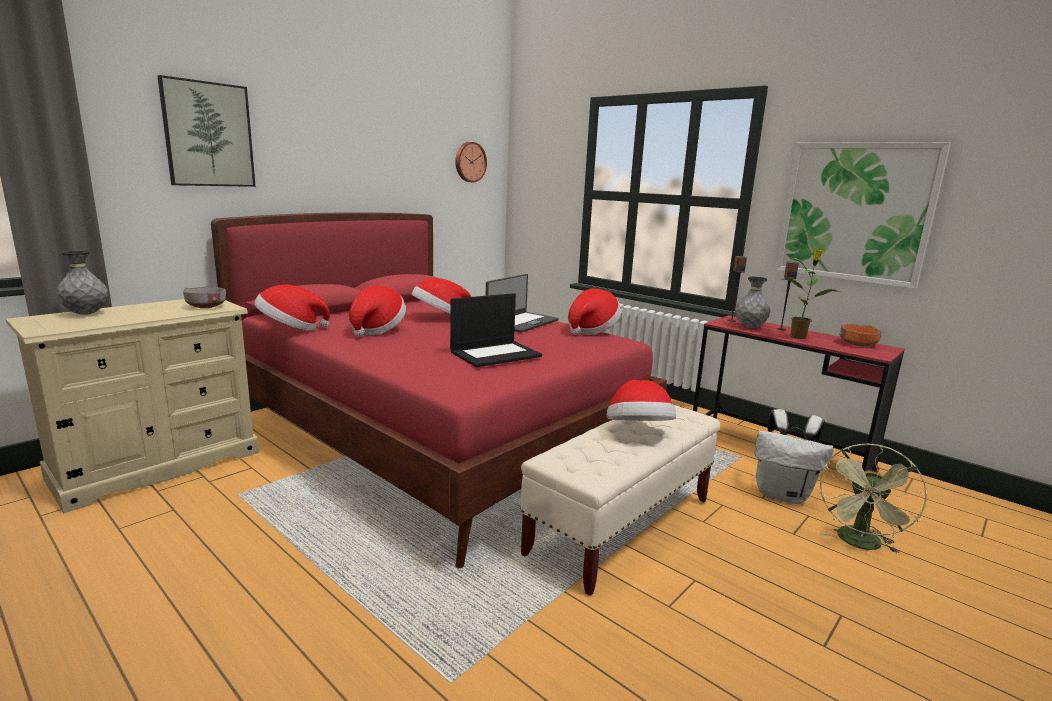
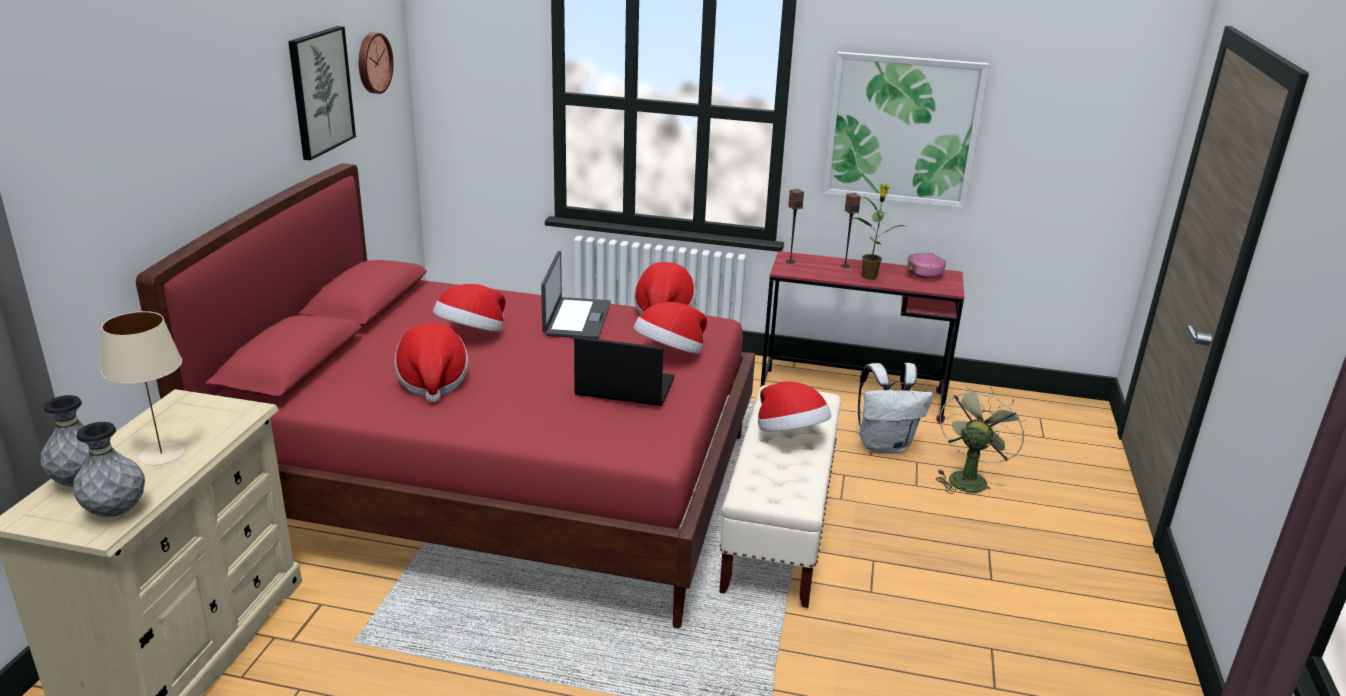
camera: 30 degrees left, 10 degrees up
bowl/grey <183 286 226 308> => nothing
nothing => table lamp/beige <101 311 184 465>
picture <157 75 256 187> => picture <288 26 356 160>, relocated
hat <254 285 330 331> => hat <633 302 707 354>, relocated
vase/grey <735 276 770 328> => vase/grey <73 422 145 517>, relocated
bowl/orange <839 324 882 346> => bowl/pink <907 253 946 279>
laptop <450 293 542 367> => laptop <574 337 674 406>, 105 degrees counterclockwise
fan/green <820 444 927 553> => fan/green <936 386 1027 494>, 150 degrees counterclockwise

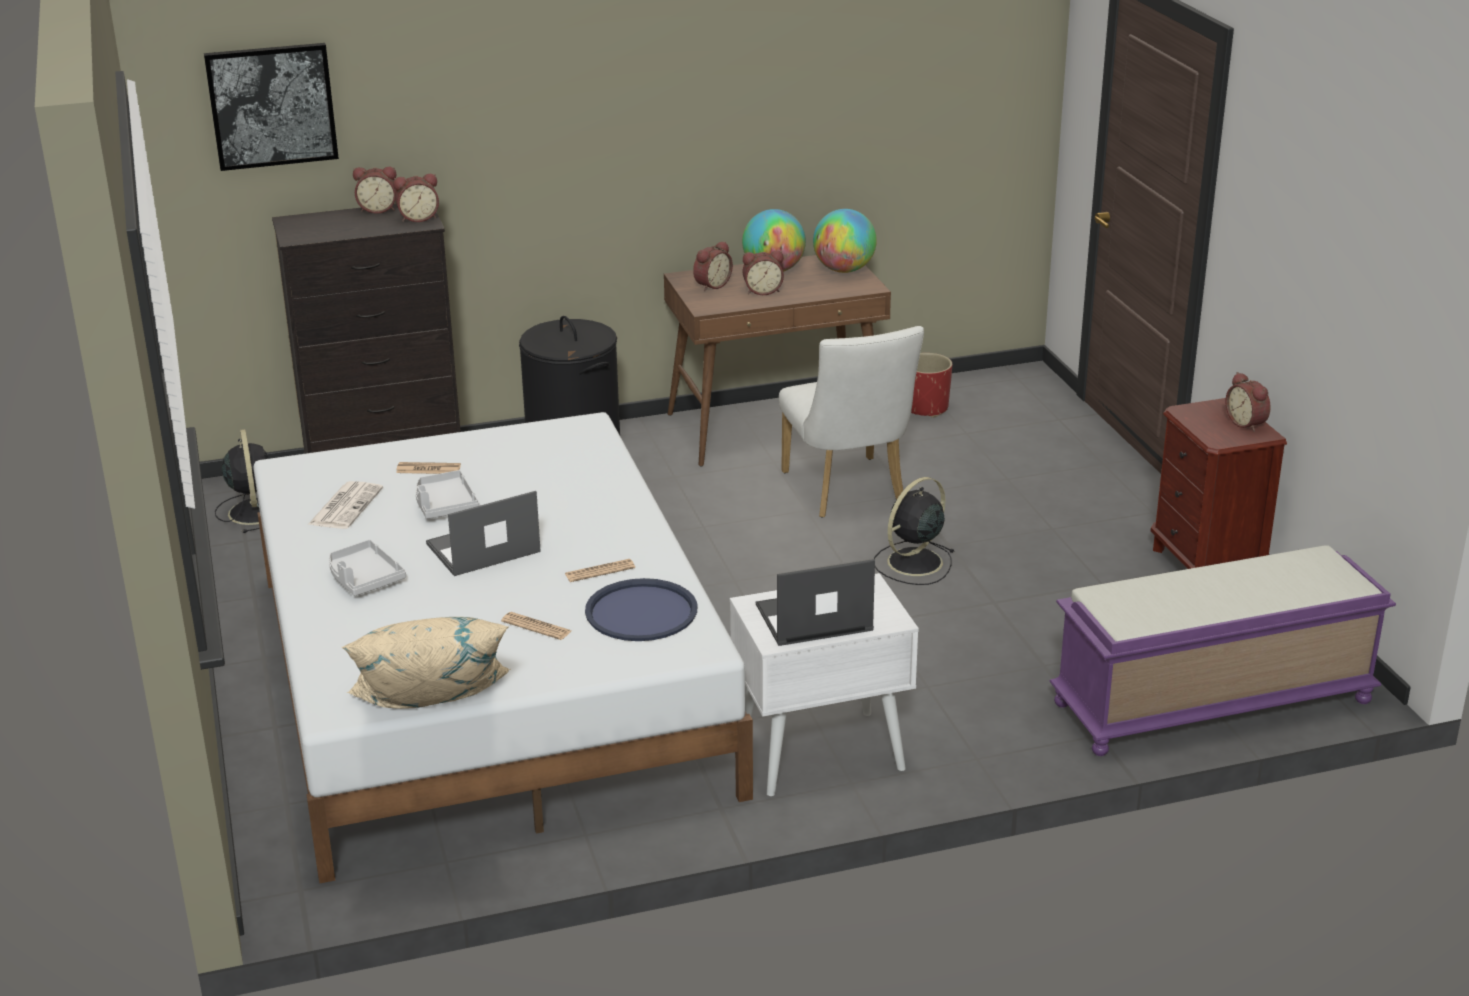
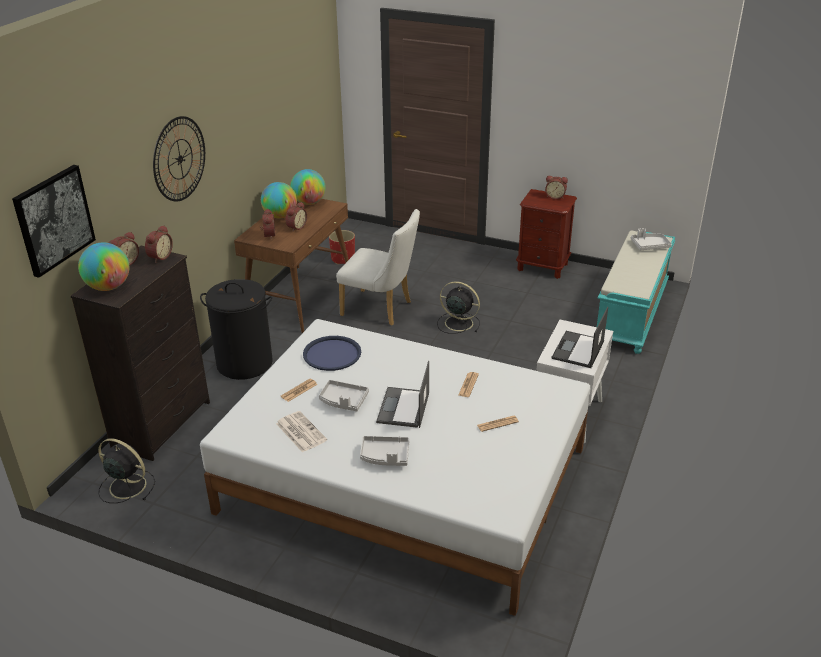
camera: 50 degrees left, 5 degrees up
pillow/beige <342 617 511 709> => nothing
nothing => globe <78 242 129 291>
nothing => wall clock <153 116 205 202>
nothing => tray/grey <631 228 672 250>
tray/blue <585 578 698 641> => tray/blue <303 336 361 371>, relocated
bench/purple <1050 545 1396 756> => bench/turquoise <597 231 675 354>
fan/black <874 477 954 585> => fan/black <437 281 480 334>, 120 degrees clockwise

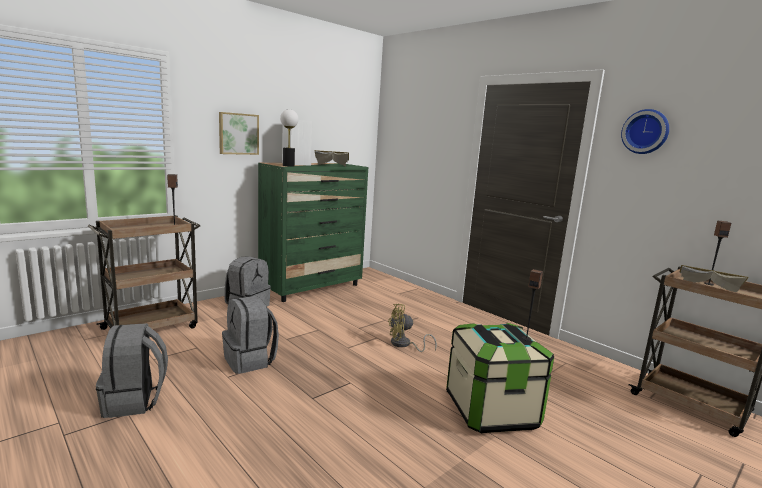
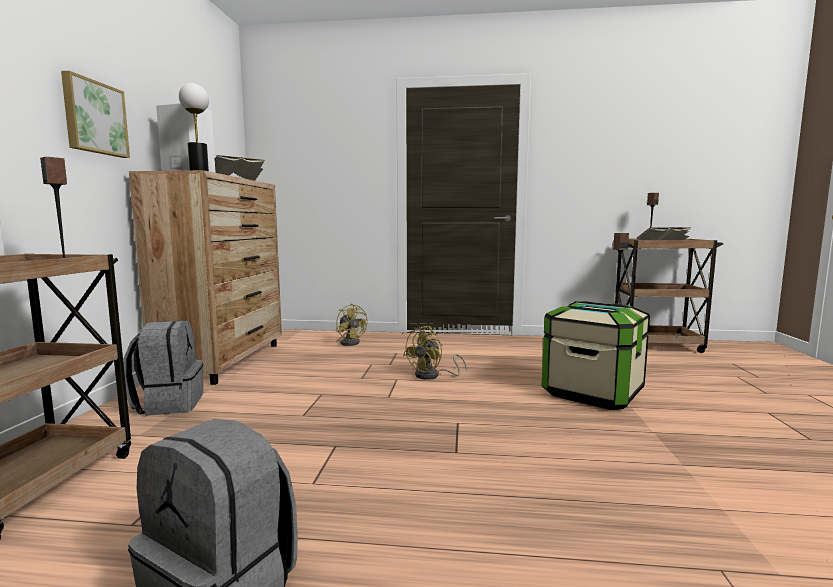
camera: 40 degrees left, 5 degrees down
backpack/grey <222 296 279 374> => nothing
wall clock <621 109 669 154> => nothing
nothing => fan/yellow <336 304 367 346>
dresser/green <258 163 368 302> => dresser/brown <129 170 282 385>

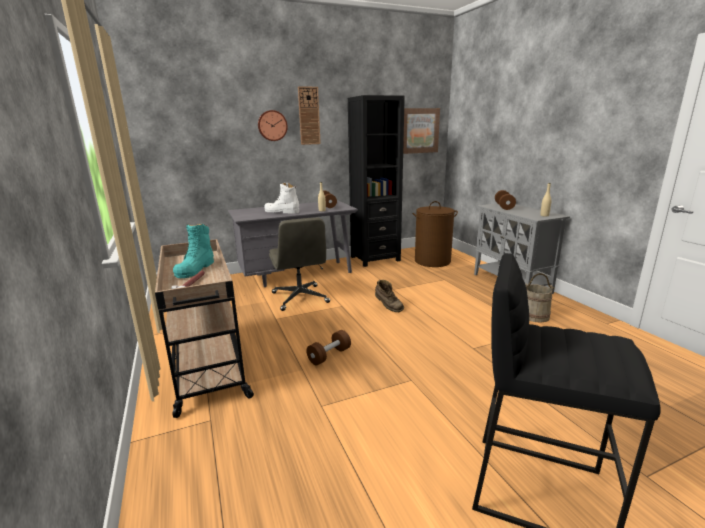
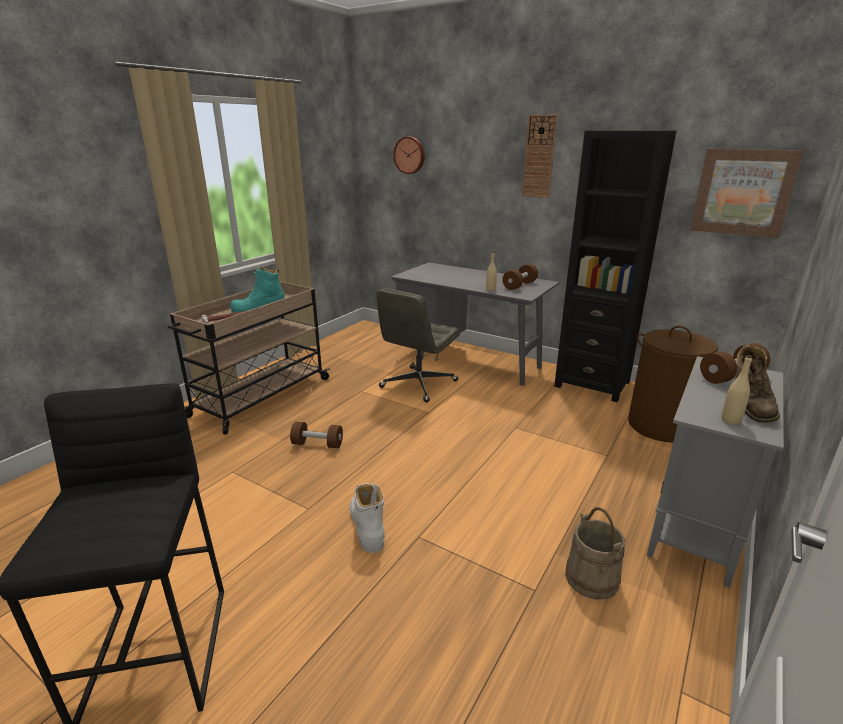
camera: 55 degrees right, 5 degrees up
wall clock <258 110 288 141> => wall clock <393 137 425 174>, relocated
boot/white <264 183 299 214> => boot/white <350 483 385 553>, relocated
boot/brown <375 280 404 312> => boot/brown <735 344 780 423>, relocated

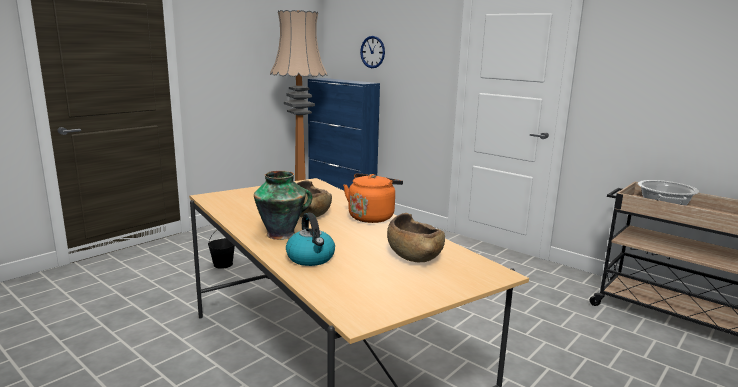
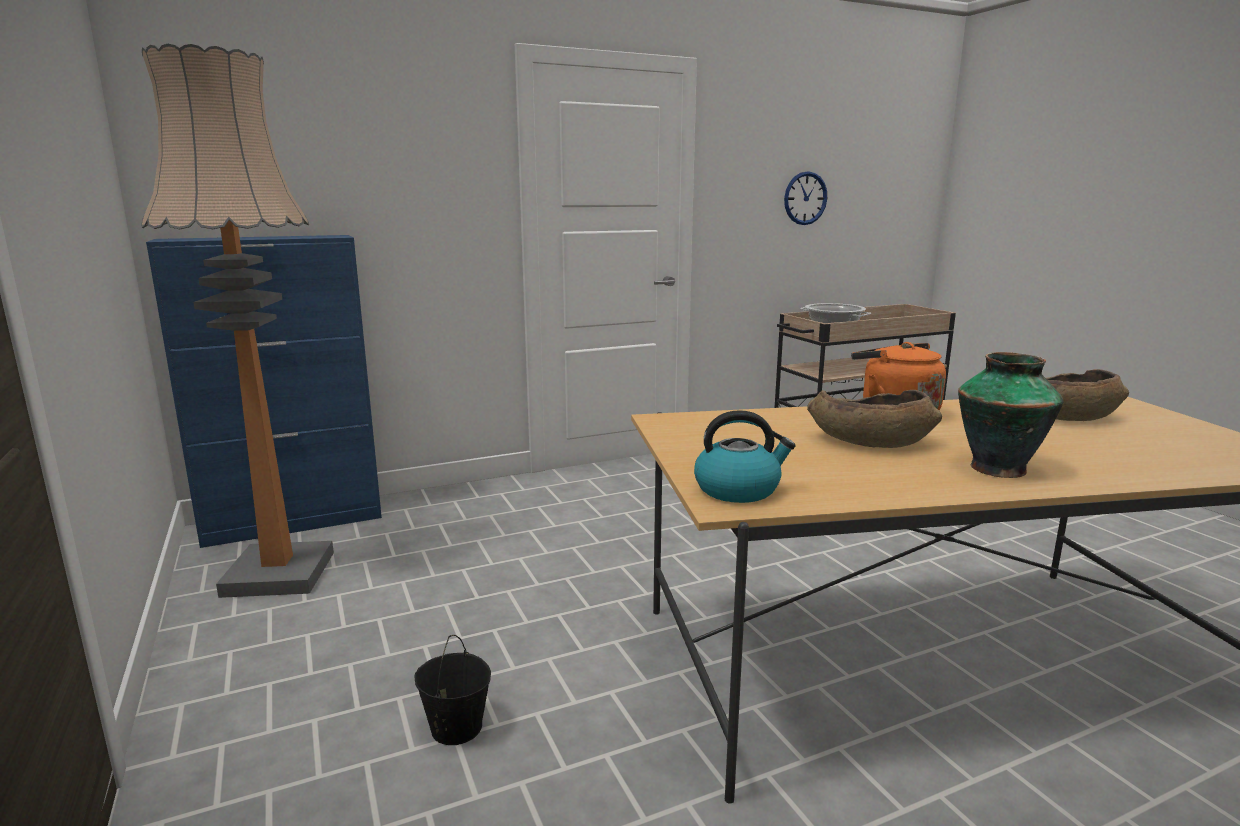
camera: 65 degrees left, 0 degrees up
kettle <286 213 335 266> => kettle <694 410 796 503>, relocated
wall clock <360 36 385 68> => wall clock <784 171 827 225>, relocated

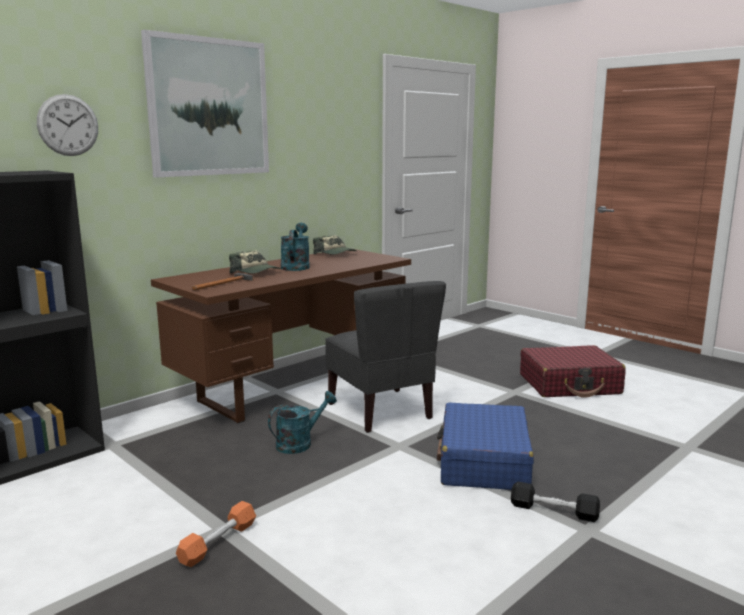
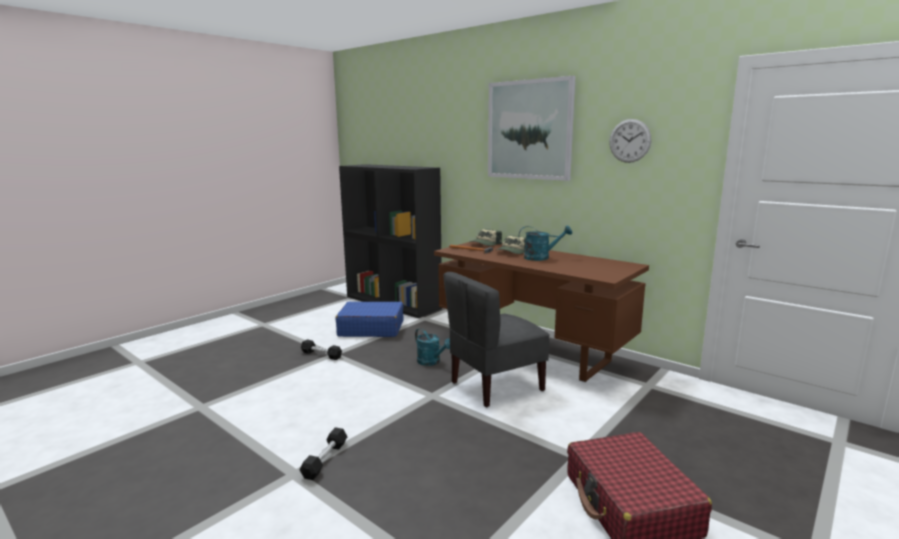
camera: 85 degrees right, 0 degrees up
wall clock <37 94 98 156> => wall clock <609 119 651 163>, relocated
cap <313 235 357 255> => cap <470 229 502 246>, relocated
suitcase/blue <437 402 534 490> => suitcase/blue <336 302 404 337>, relocated
dumbbell/orange <176 501 256 567> => dumbbell/black <301 339 342 360>

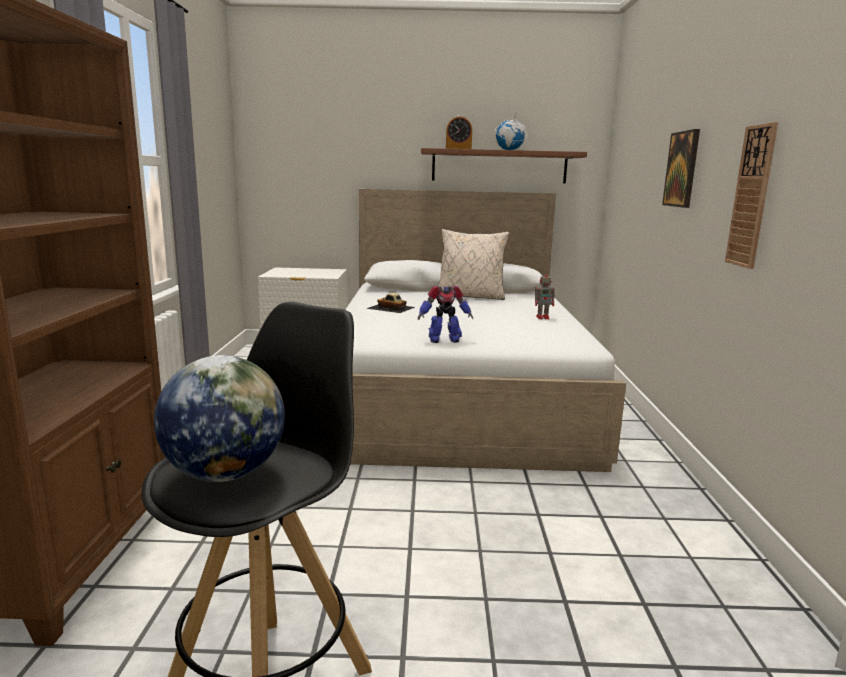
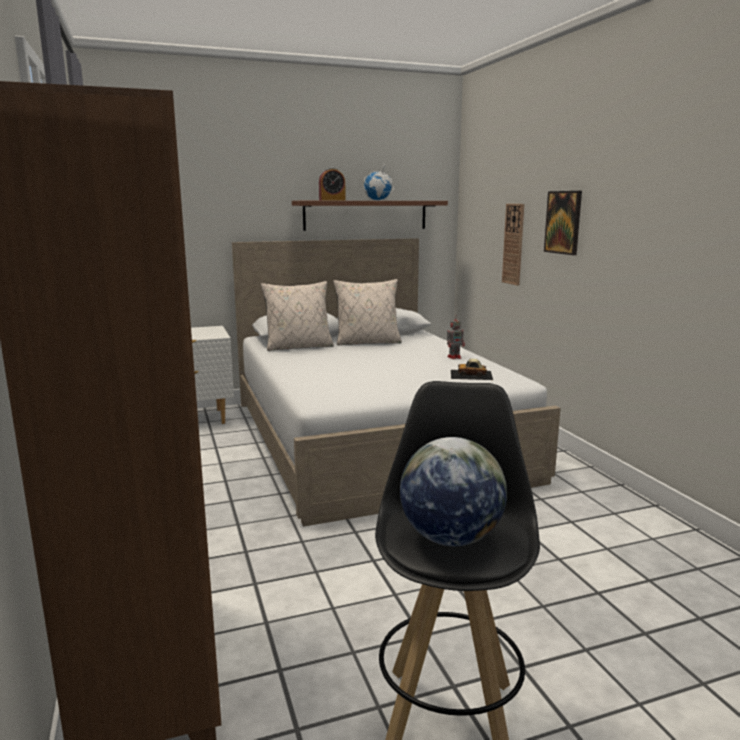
camera: 20 degrees left, 0 degrees up
toy robot <418 285 473 343> => nothing
nothing => pillow/beige <261 281 334 351>
toy car <366 293 415 313> => toy car <451 359 493 380>, relocated
wall clock <725 122 778 269> => wall clock <502 204 524 286>, relocated

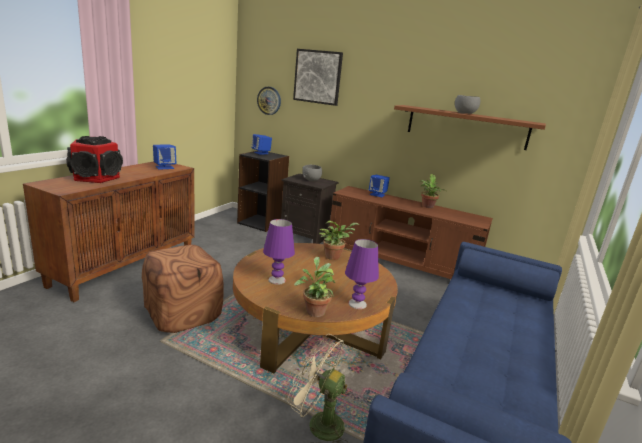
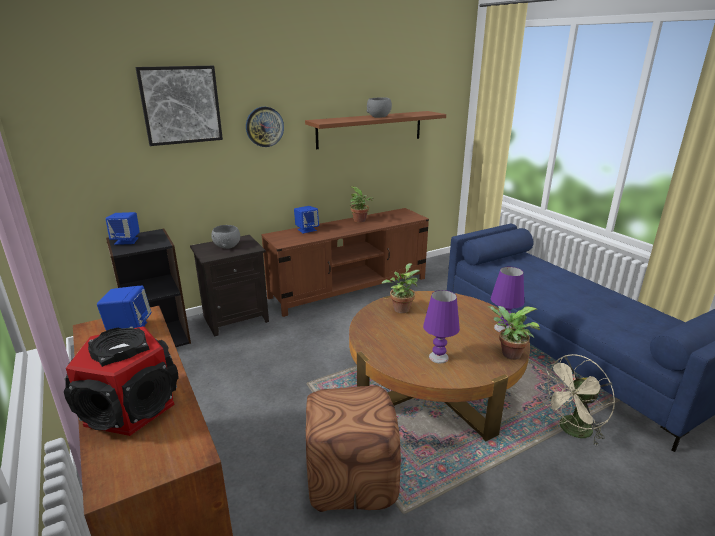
camera: 55 degrees left, 5 degrees up
wall clock <257 87 281 115> => wall clock <246 107 284 147>, relocated

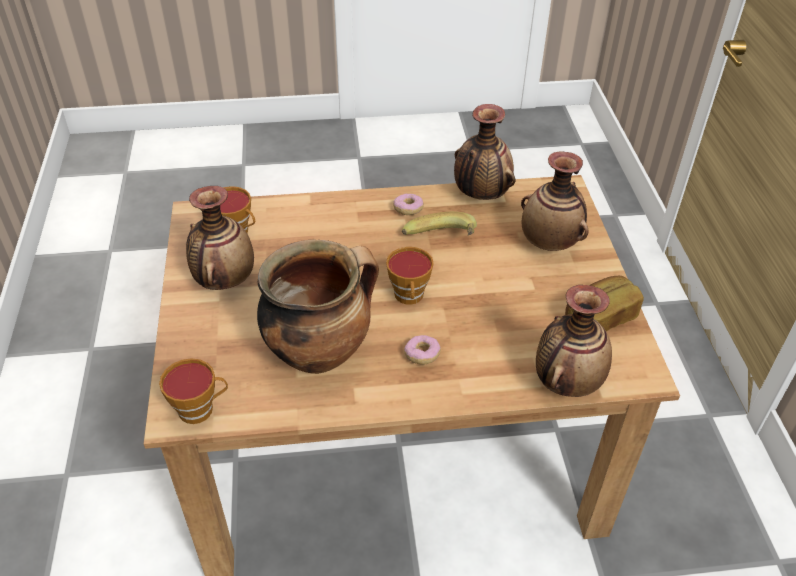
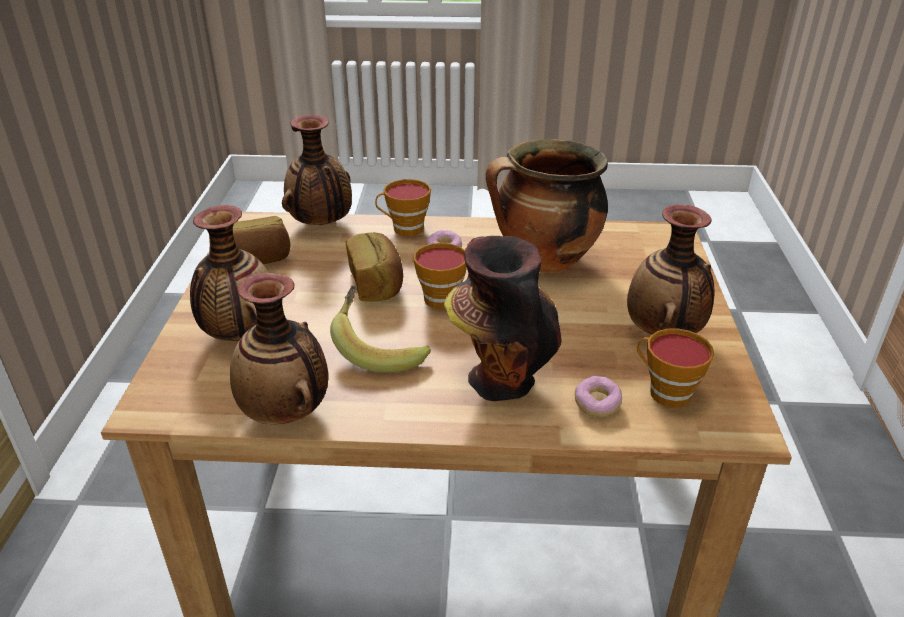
camera: 170 degrees left, 10 degrees down
nothing => bread <346 232 403 302>
nothing => vase <444 236 562 401>
cup <159 358 228 424> => cup <375 179 431 236>, relocated
donut <393 194 424 215> => donut <575 376 622 417>, relocated

